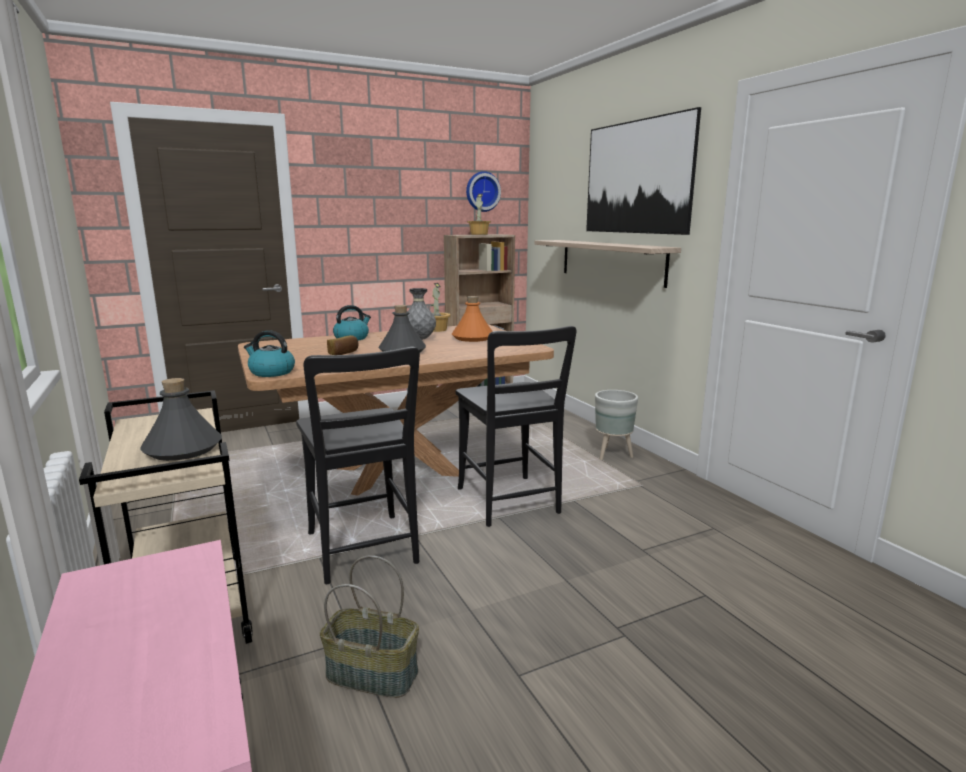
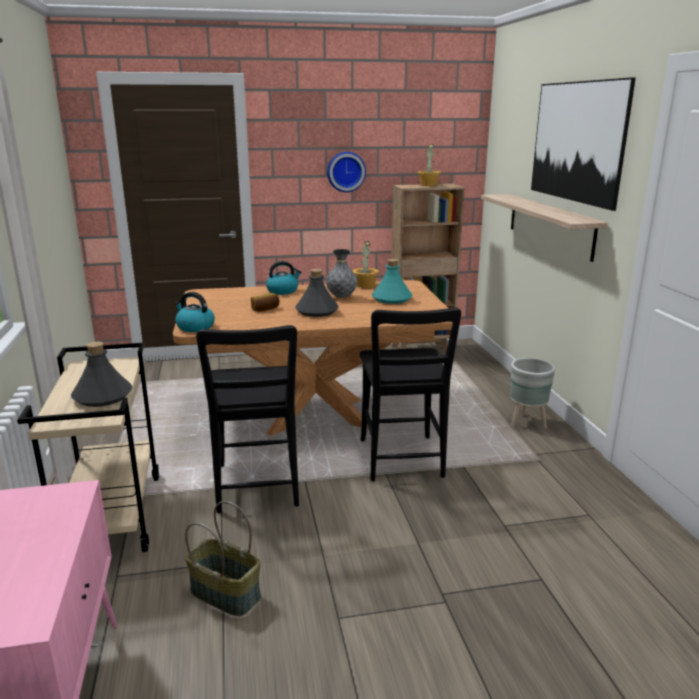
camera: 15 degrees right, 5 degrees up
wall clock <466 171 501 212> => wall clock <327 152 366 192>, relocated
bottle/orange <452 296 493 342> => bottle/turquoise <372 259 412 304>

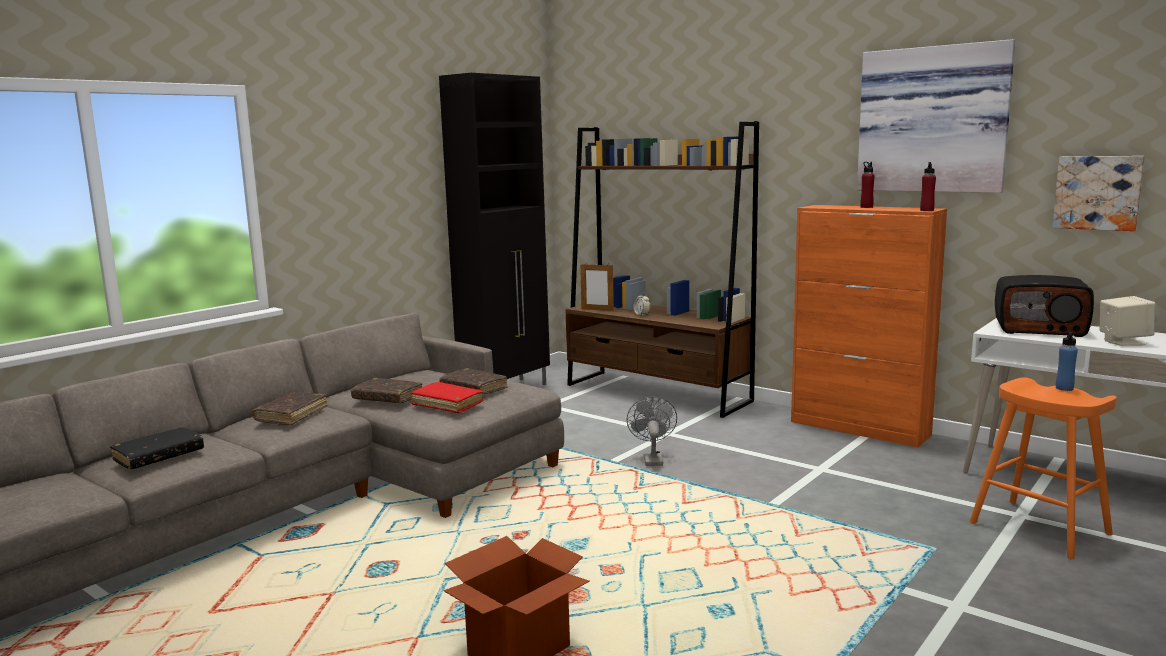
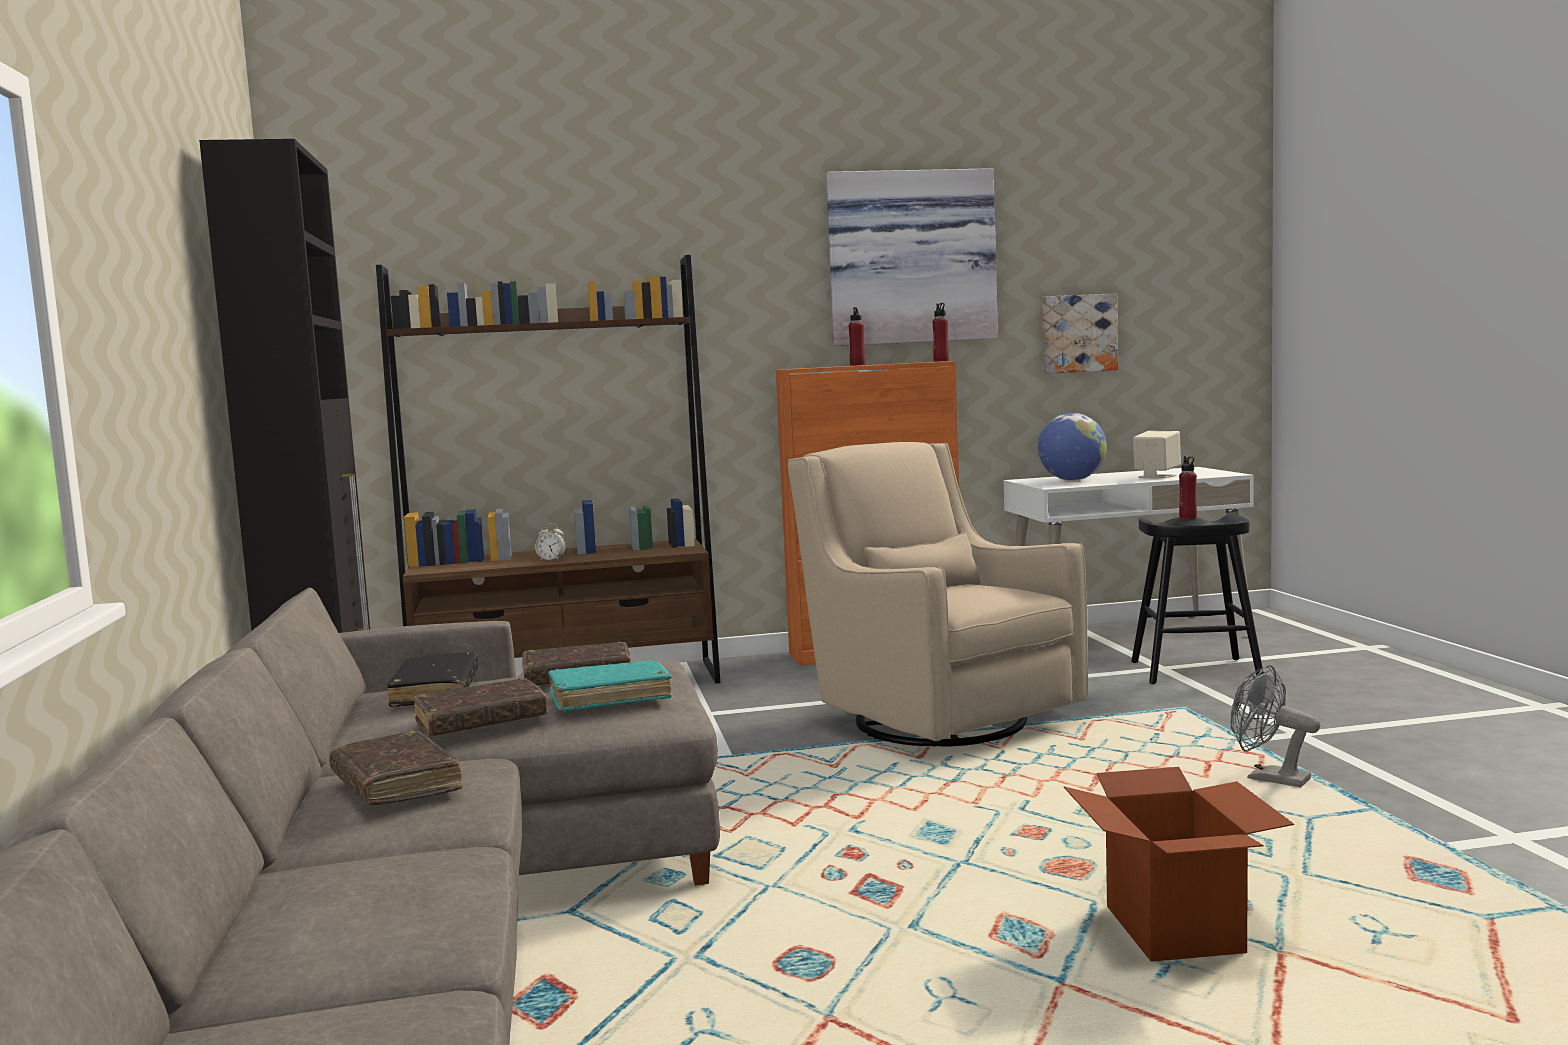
camera: 50 degrees left, 5 degrees down
picture frame <580 263 614 311> => nothing
nothing => armchair/beige <788 442 1088 747>
book/black <110 427 204 469> => book/black <387 652 478 707>, relocated
fan/grey <627 397 677 466> => fan/grey <1231 664 1321 787>, relocated
radio <995 275 1094 337> => globe <1038 413 1107 481>
book/red <411 382 484 413> => book/turquoise <548 660 672 712>
stool/orange <970 377 1117 559> => stool/black <1131 514 1263 684>
bottle/blue <1056 330 1078 391> => bottle/red <1179 456 1197 519>

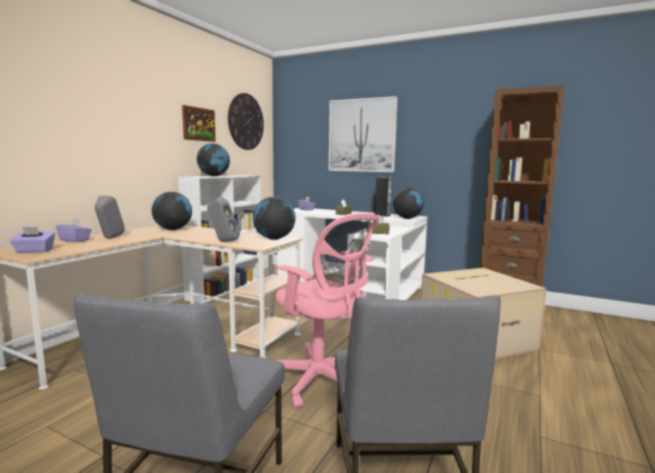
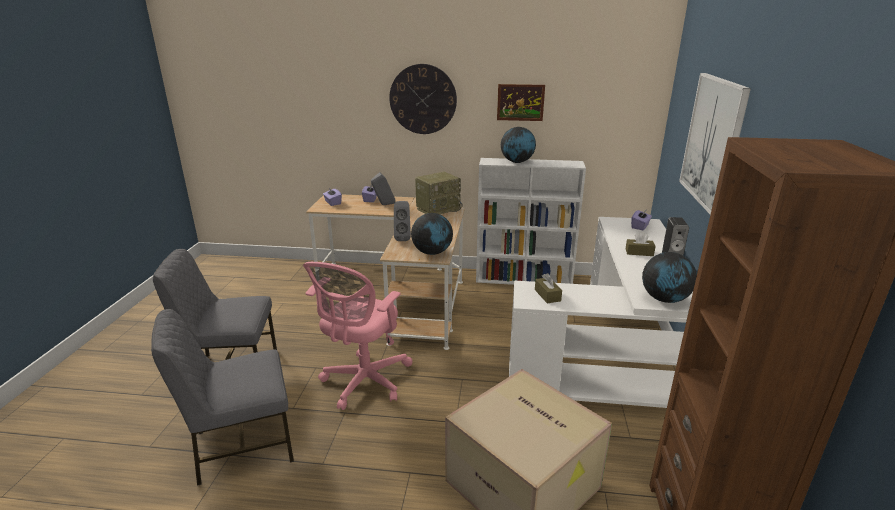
camera: 70 degrees right, 15 degrees up
wall clock <228 93 264 150> => wall clock <389 64 457 134>, relocated
globe <151 192 192 230> => radio <415 172 463 214>

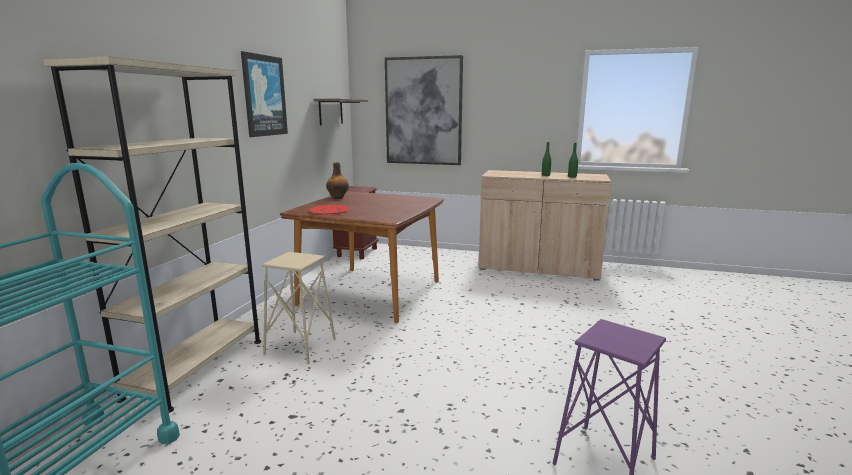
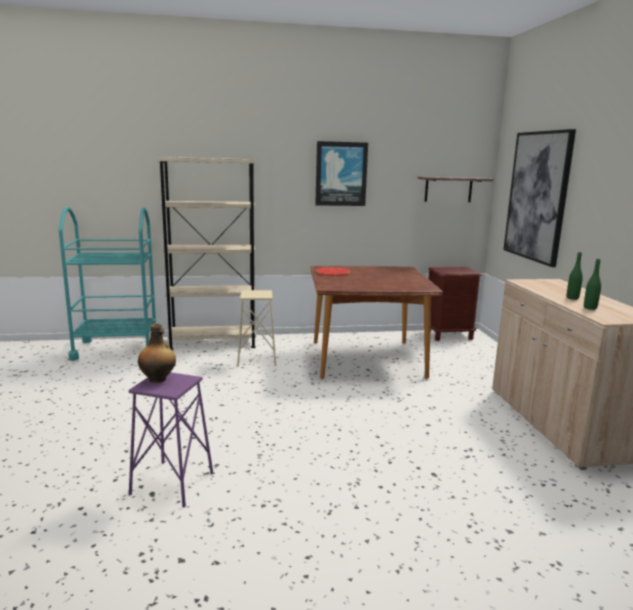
camera: 65 degrees right, 0 degrees up
bottle <326 162 349 199> => bottle <138 323 176 383>, relocated

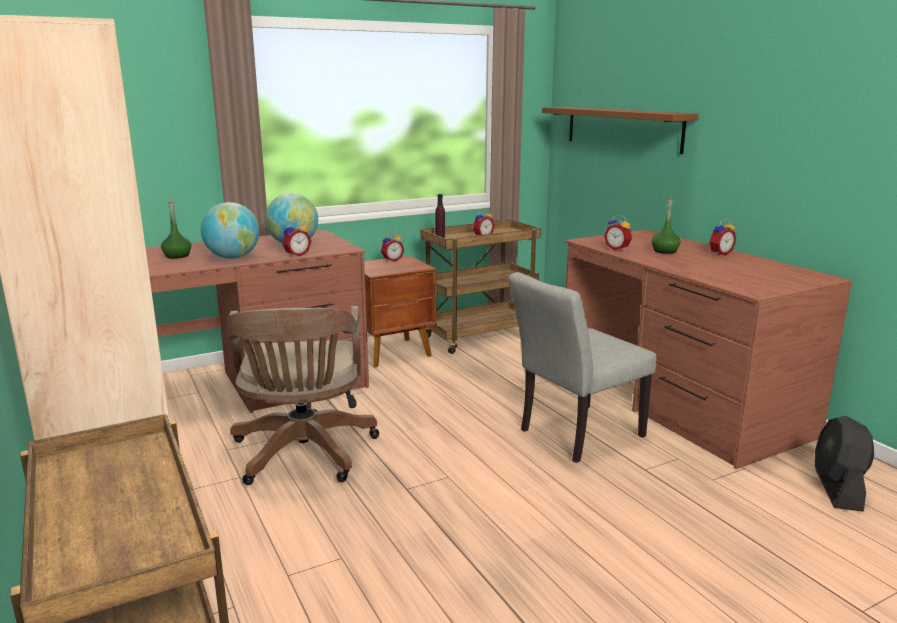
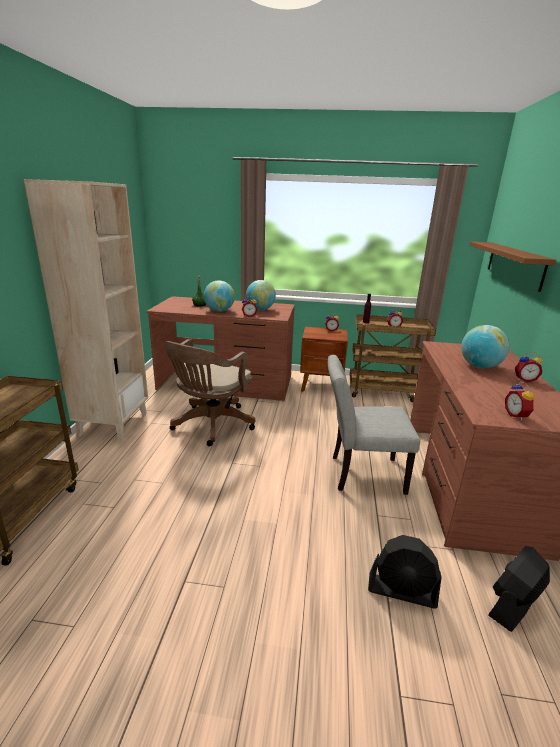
camera: 35 degrees right, 5 degrees up
nothing => fan/black <368 535 442 609>
alarm clock <604 215 632 251> => alarm clock <505 382 535 421>, relocated
bottle/green <651 198 681 254> => globe <461 325 510 368>

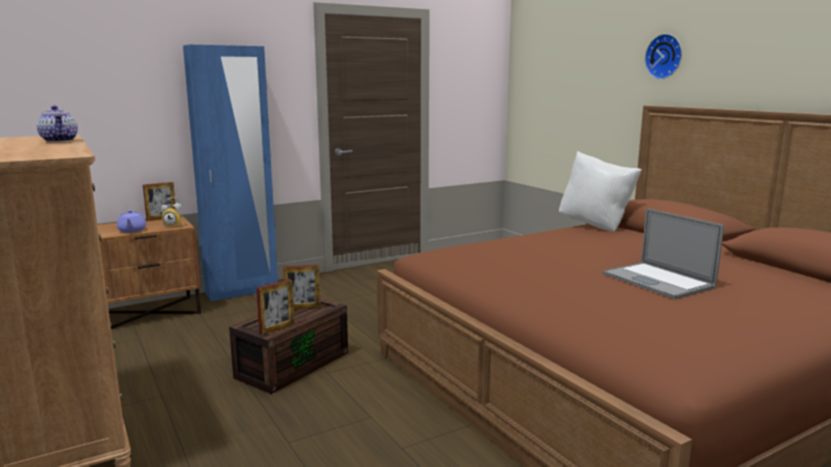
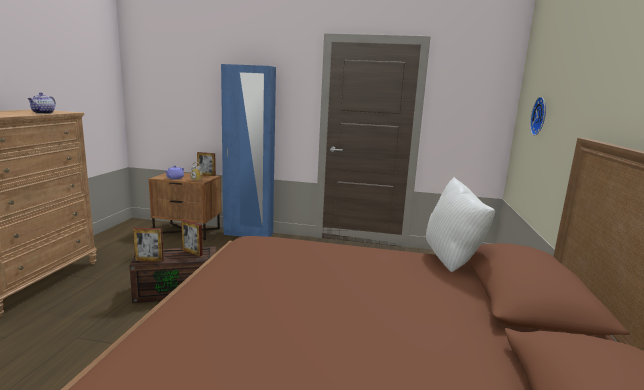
camera: 40 degrees right, 0 degrees up
laptop <602 208 724 299> => nothing
wall clock <645 34 682 79> => wall clock <530 97 546 136>, relocated

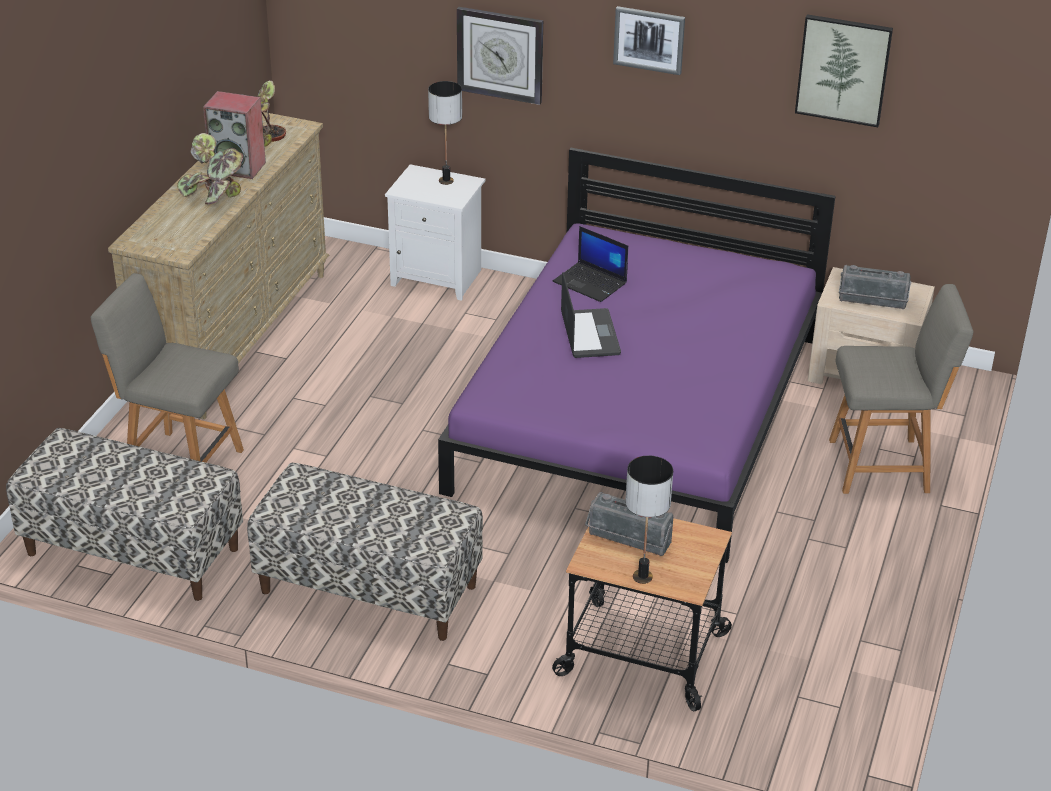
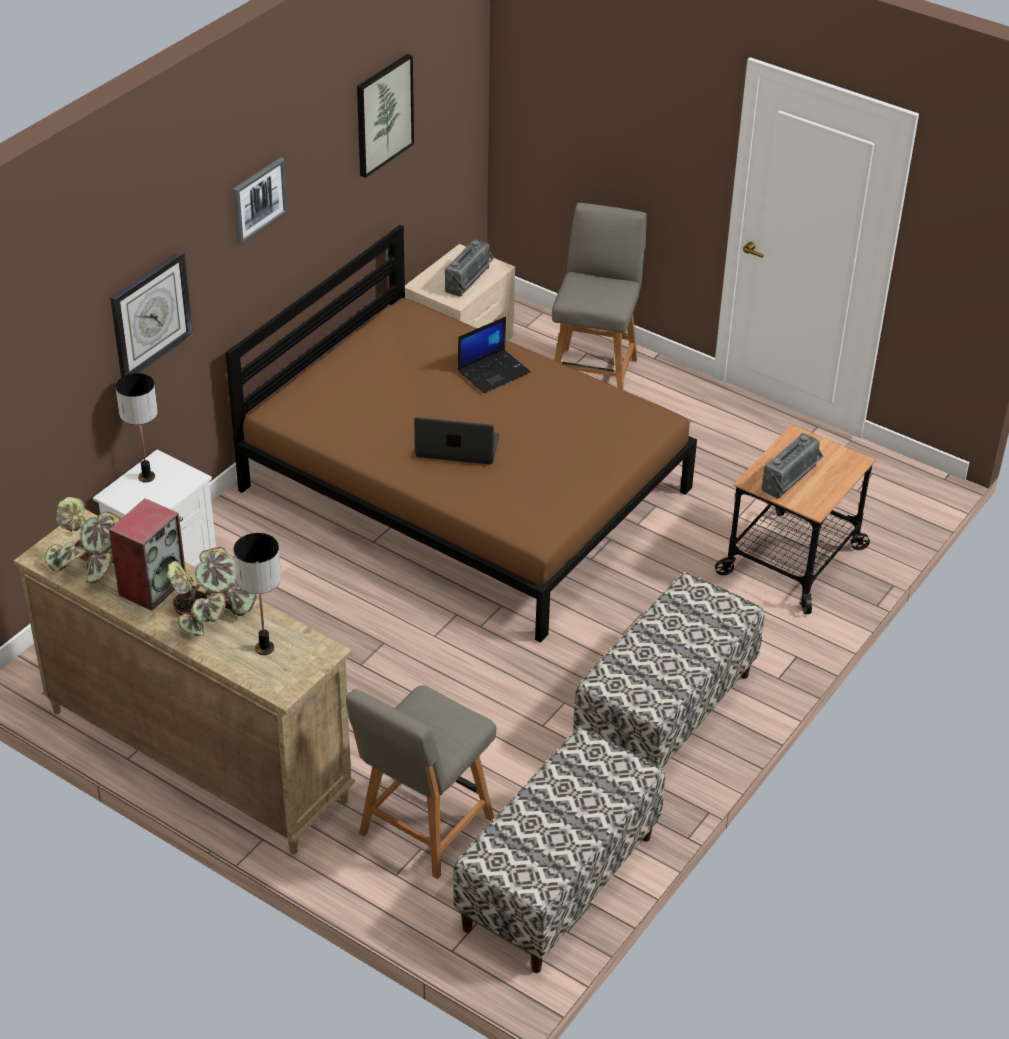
camera: 75 degrees left, 5 degrees up
laptop <553 226 628 302> => laptop <458 317 531 393>, relocated
table lamp <625 455 673 584> => table lamp <234 533 281 655>, relocated
bed/purple <438 148 835 563> => bed/brown <225 225 697 642>

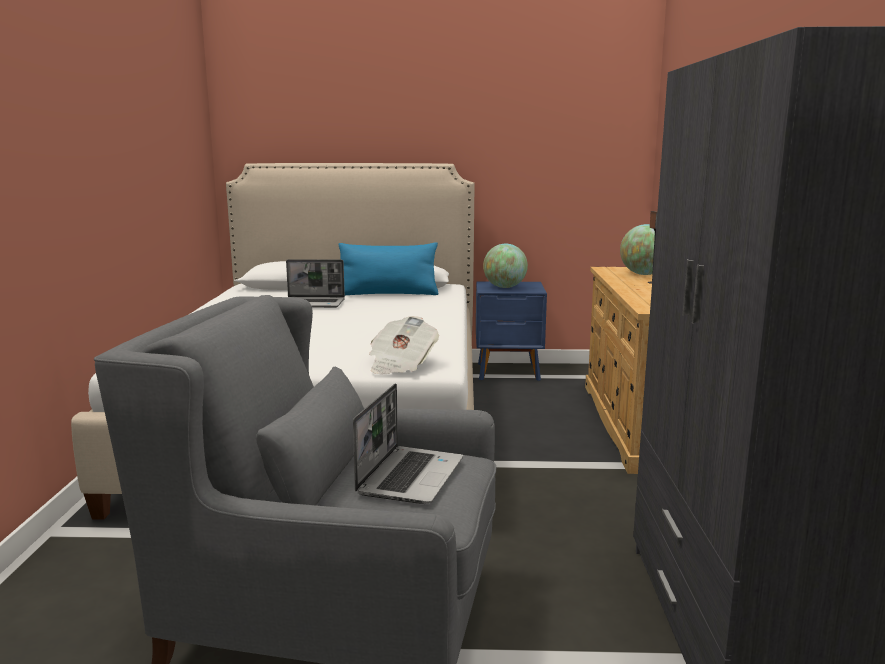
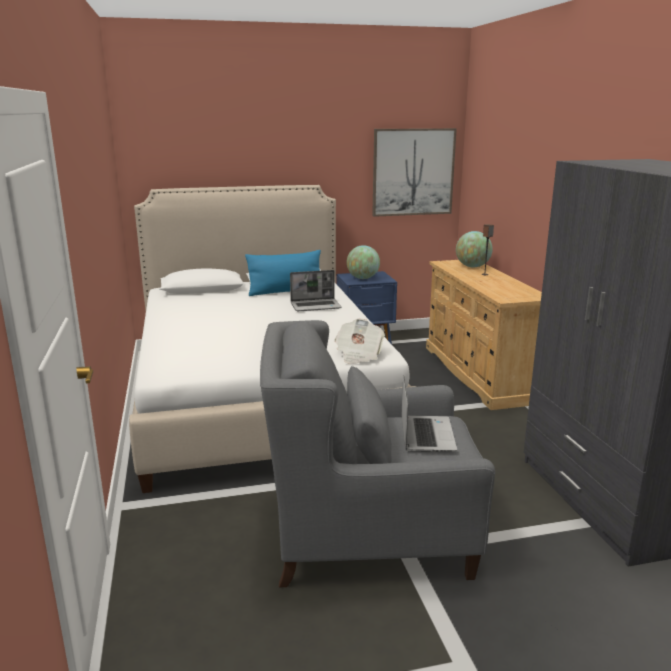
camera: 15 degrees left, 5 degrees up
nothing => picture <372 128 457 217>
laptop <286 259 345 308> => laptop <290 270 341 311>, relocated

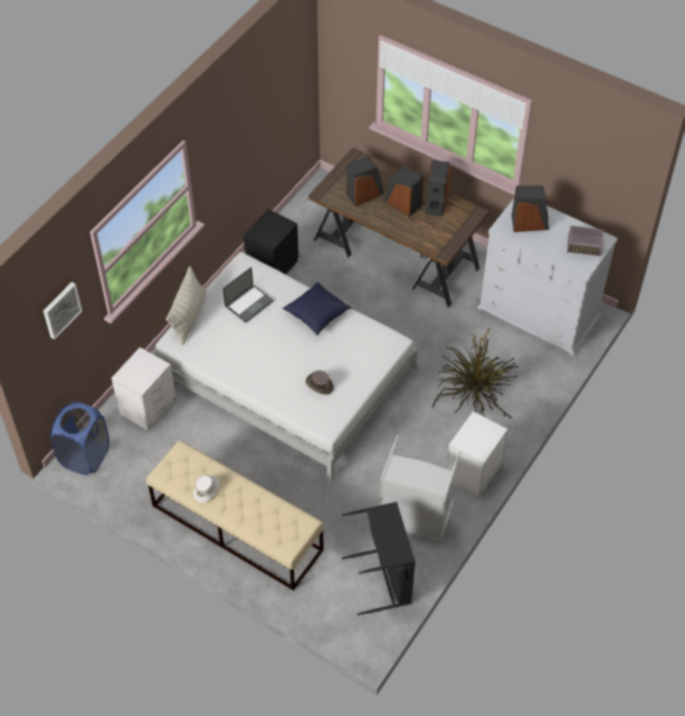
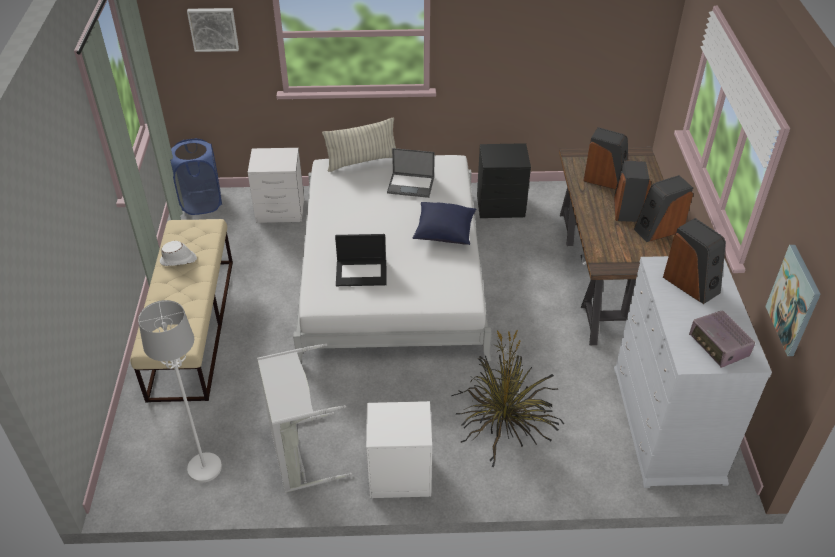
camera: 55 degrees right, 10 degrees down
nothing => picture <765 245 821 356>
hat/brown <305 370 334 395> => laptop <335 234 387 286>
laundry basket/black <342 502 415 615> => floor lamp/white <138 300 222 483>

